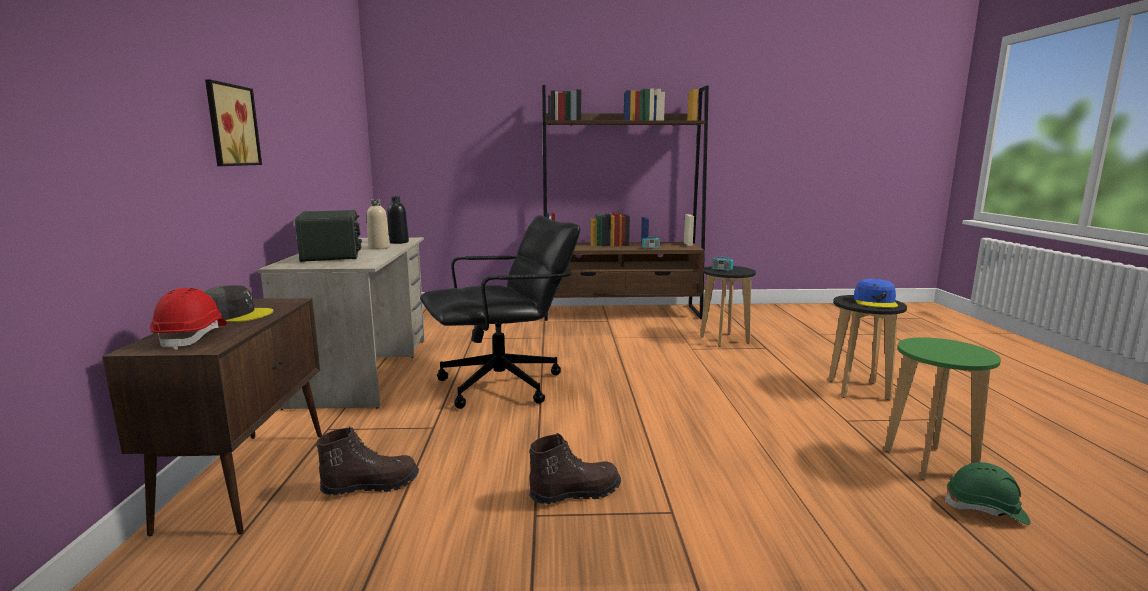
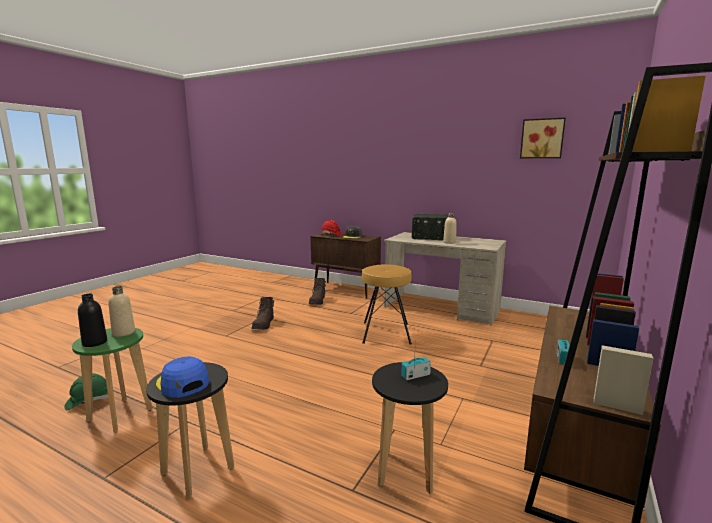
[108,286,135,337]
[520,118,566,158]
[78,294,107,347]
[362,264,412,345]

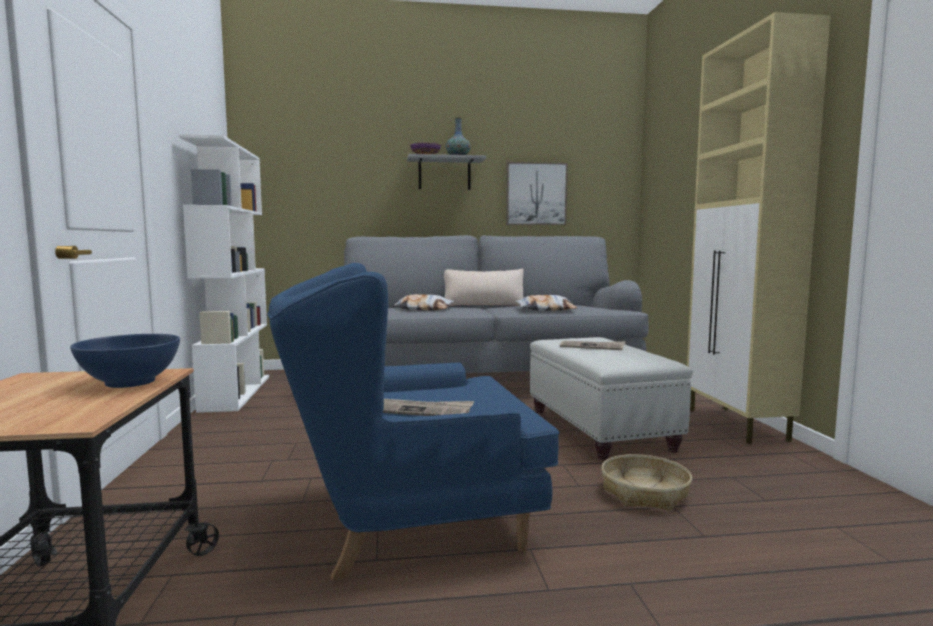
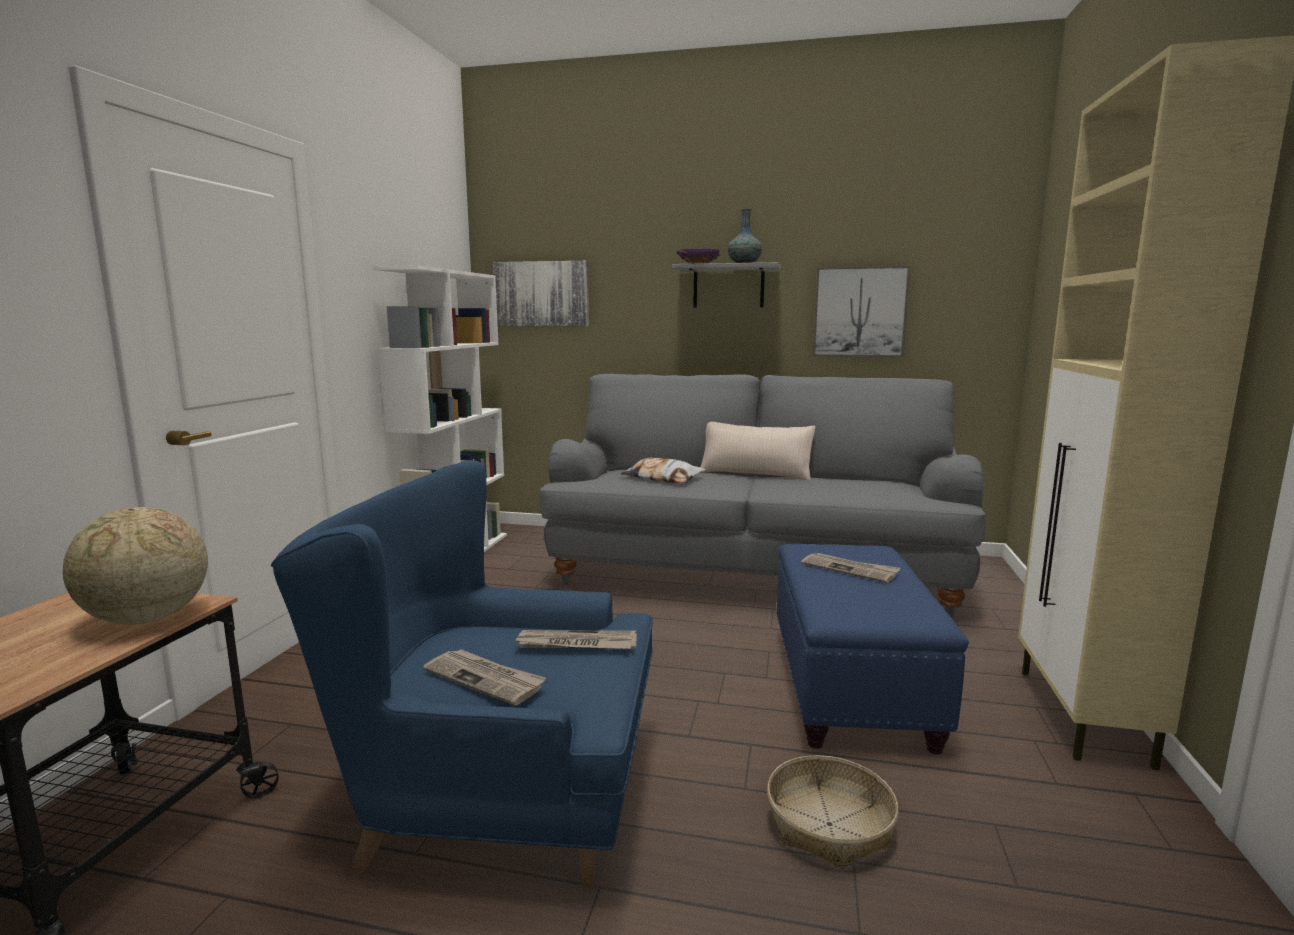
[515,295,577,311] (first image)
[493,261,589,326]
[514,630,637,649]
[63,507,208,624]
[776,544,969,754]

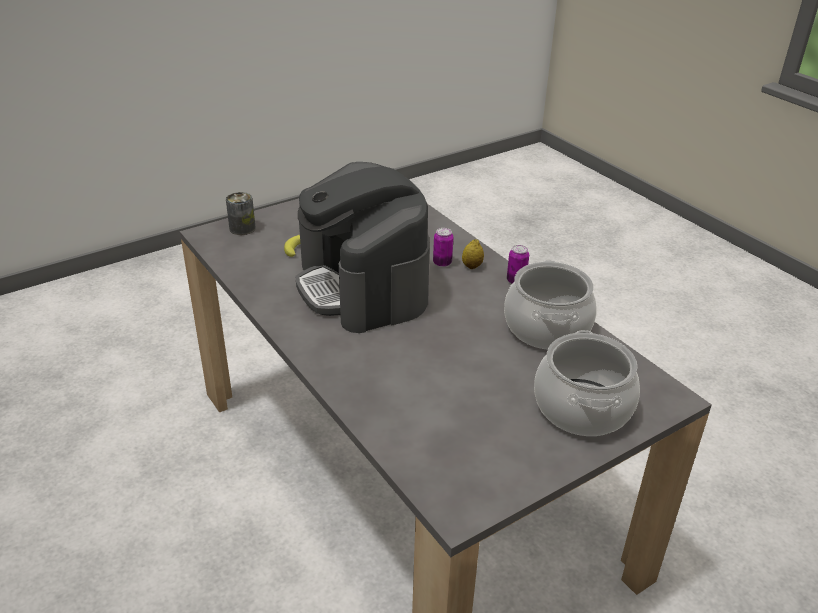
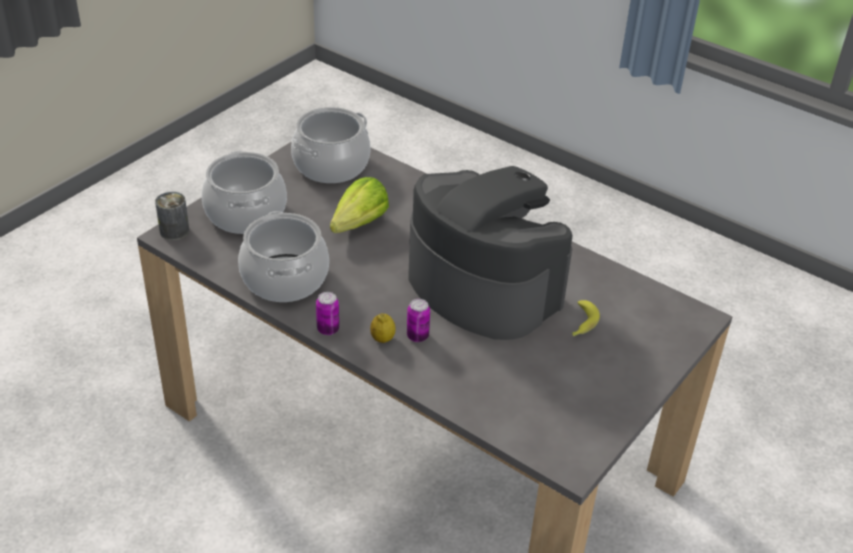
[291,107,370,183]
[330,177,389,233]
[155,192,189,240]

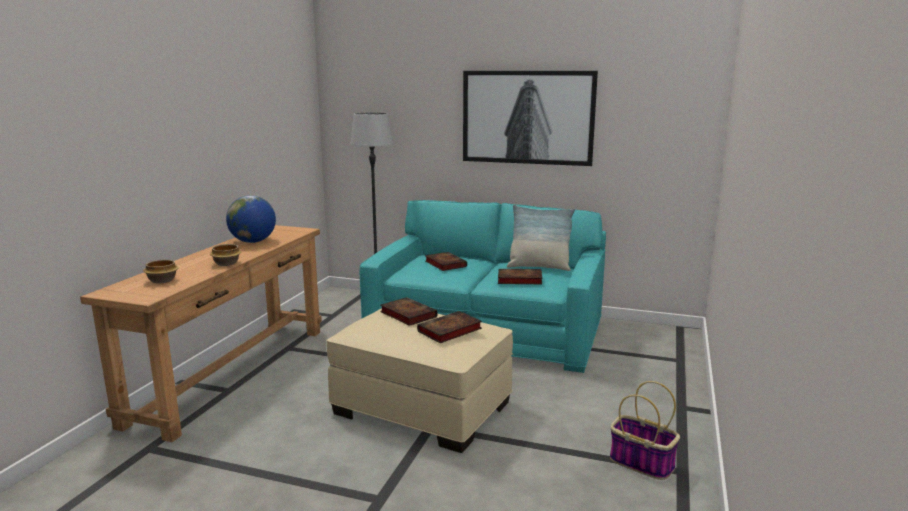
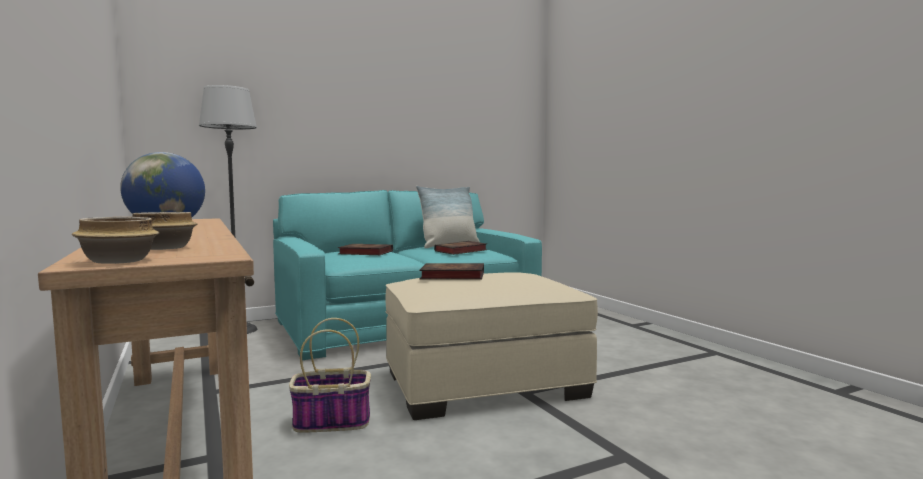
[417,311,482,343] (first image)
[463,71,598,166] (first image)
[72,217,159,264]
[289,318,371,433]

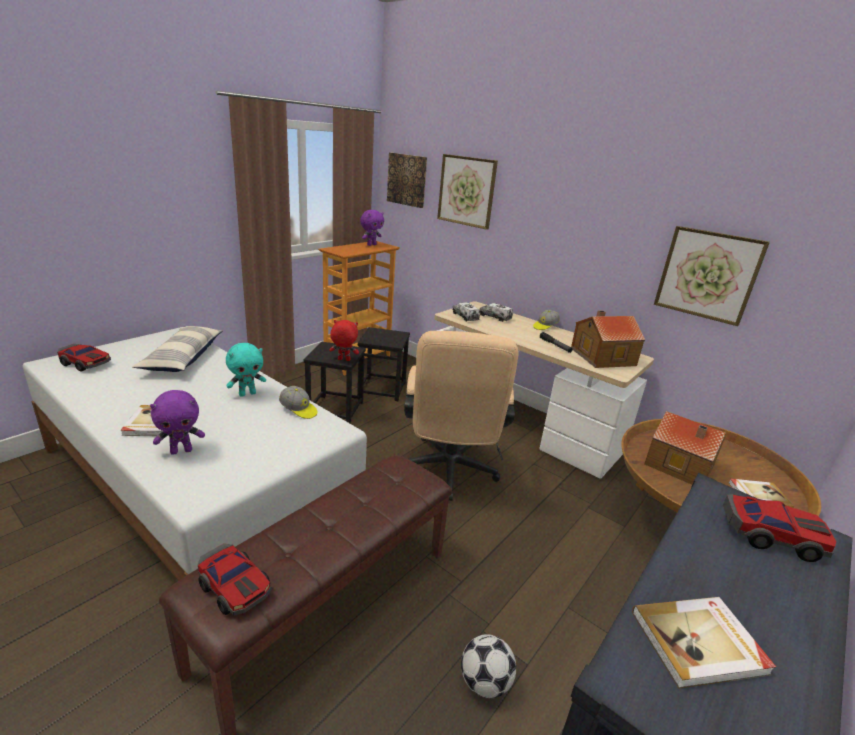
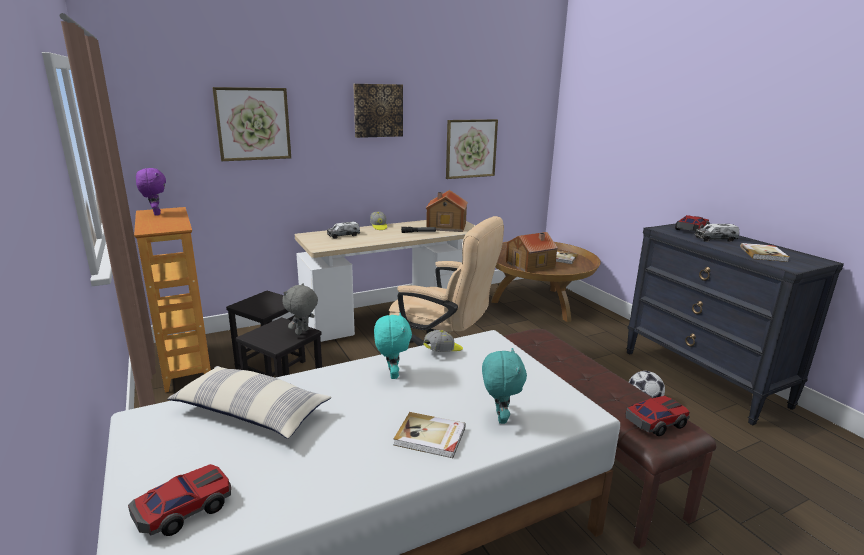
[353,84,403,138]
[694,224,739,242]
[482,348,527,424]
[282,283,318,335]

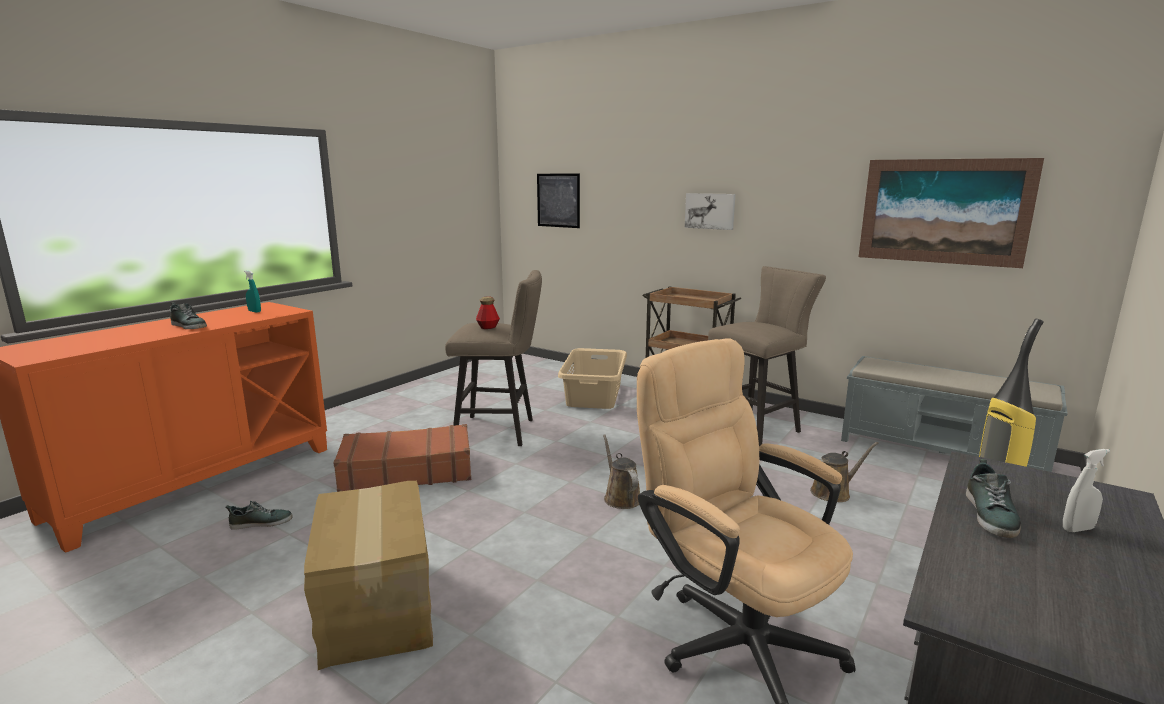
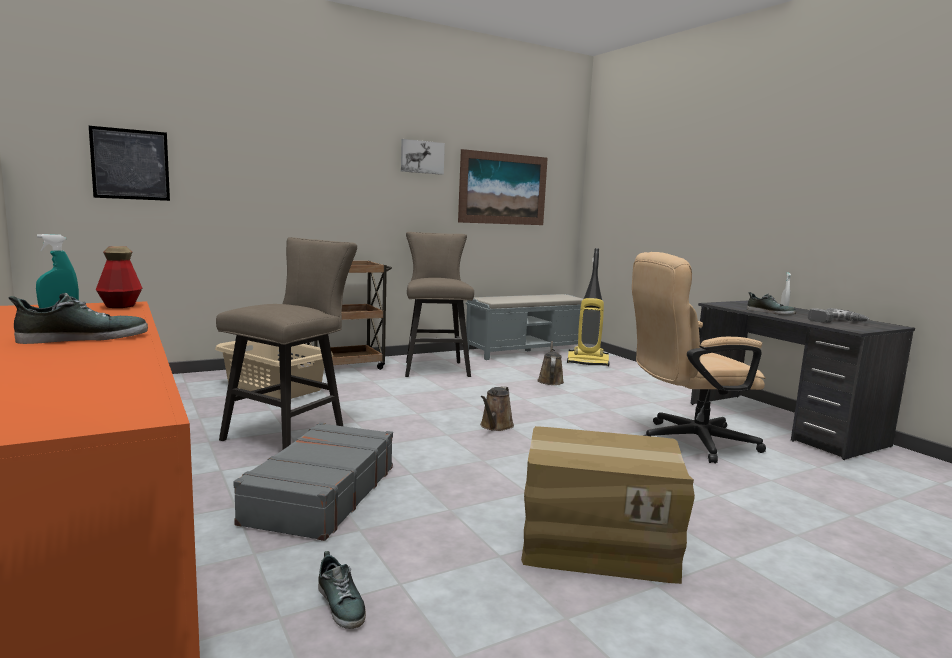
[808,308,869,323]
[96,246,142,308]
[401,139,445,175]
[233,422,393,541]
[318,551,366,629]
[480,386,514,431]

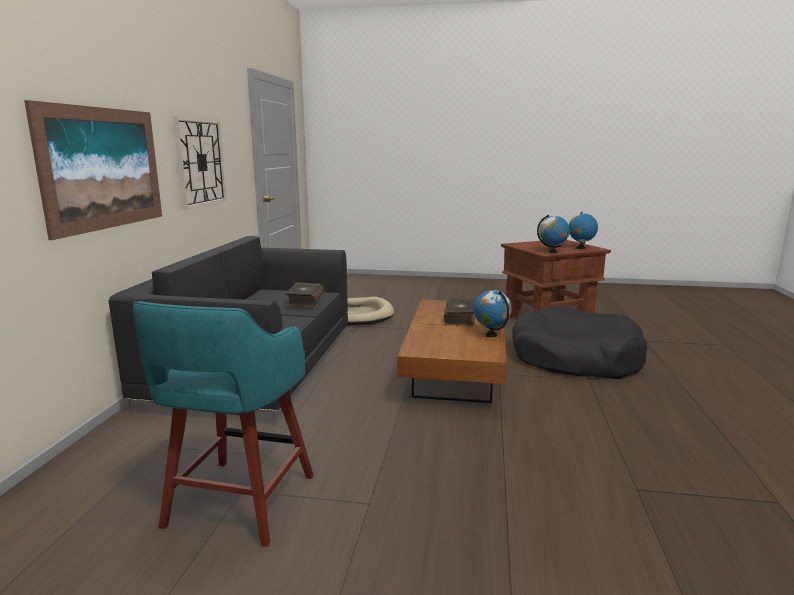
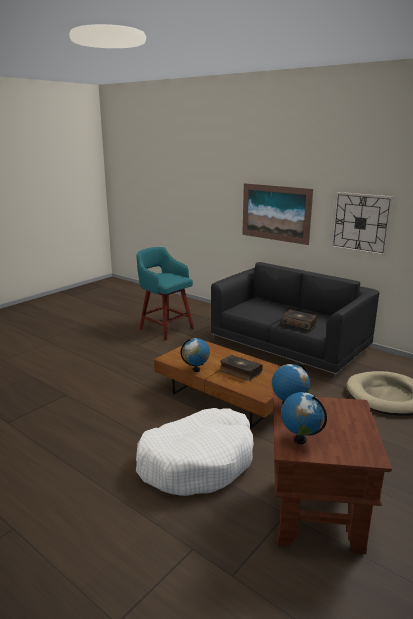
[136,408,254,496]

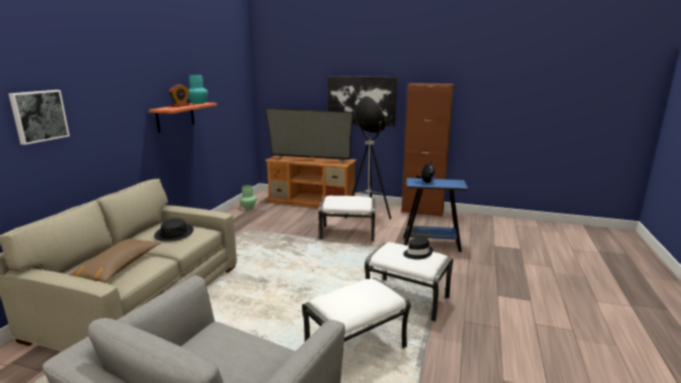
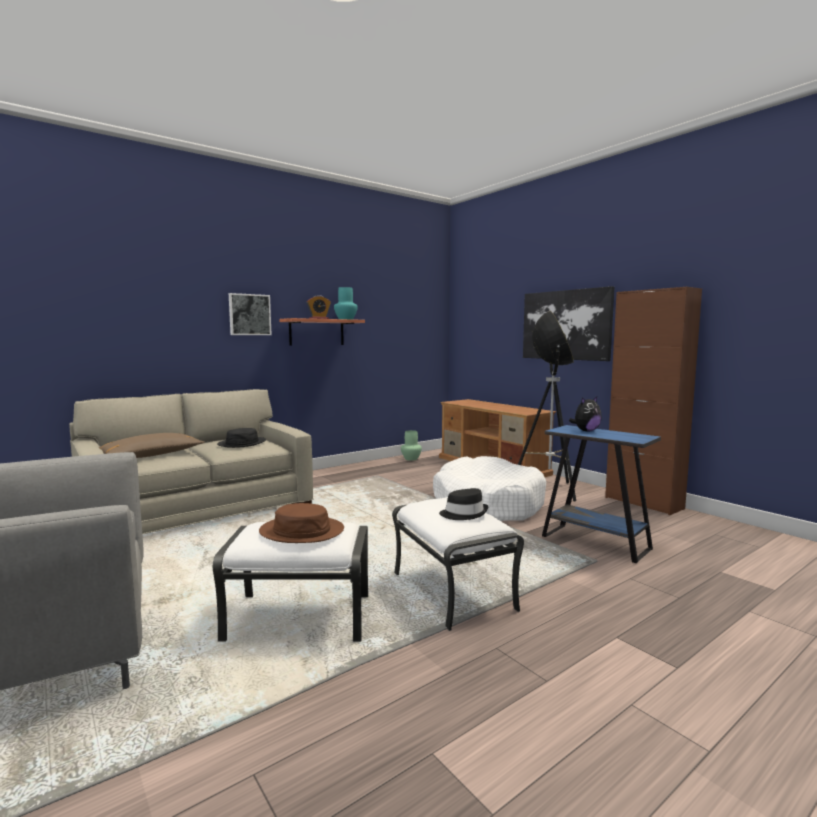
[265,108,354,164] (first image)
[259,503,344,543]
[229,293,272,335]
[433,456,546,521]

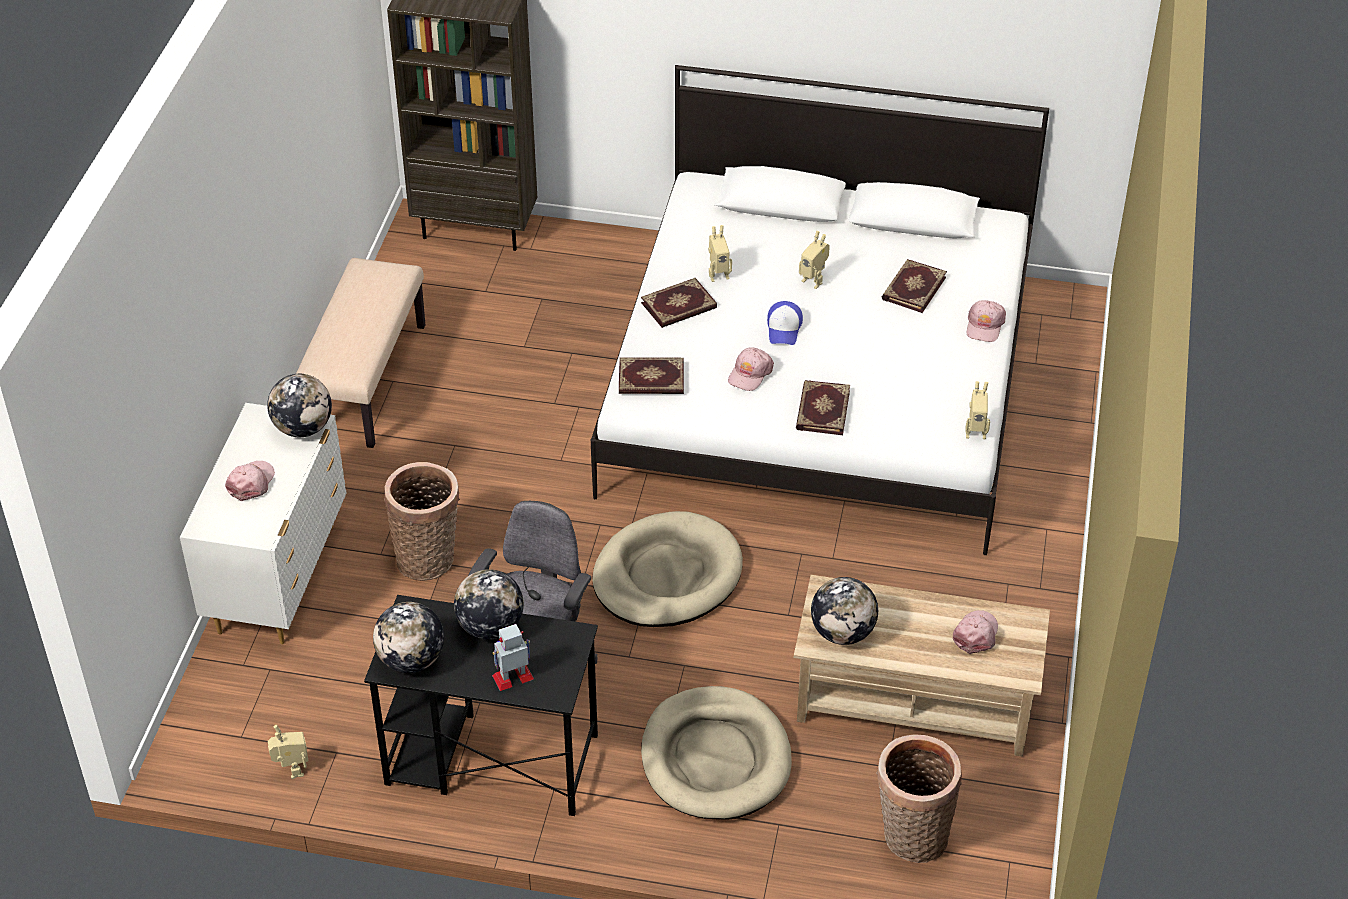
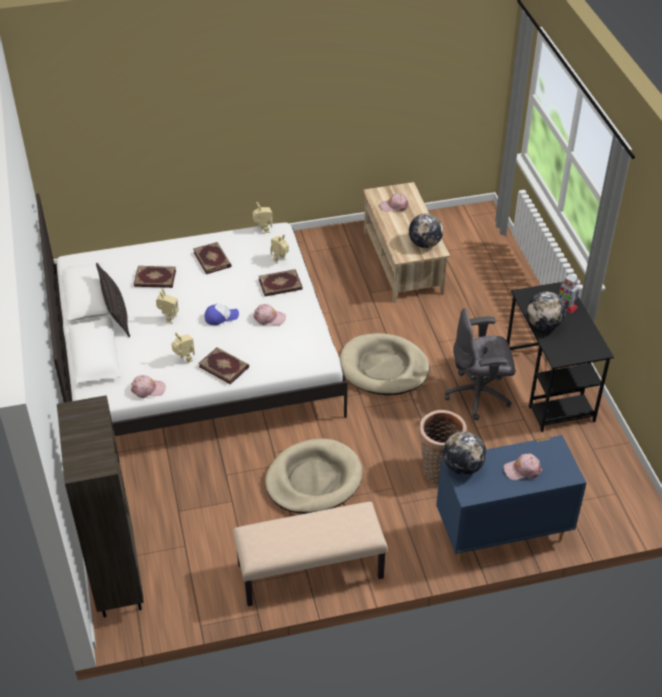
[373,602,444,673] (first image)
[876,734,962,863] (first image)
[96,263,130,337]
[270,234,289,264]
[193,242,232,274]
[265,439,362,514]
[131,375,166,398]
[436,435,587,562]

